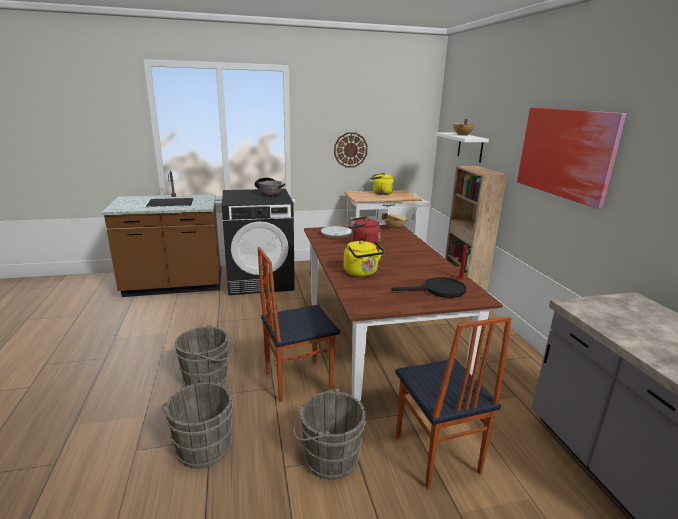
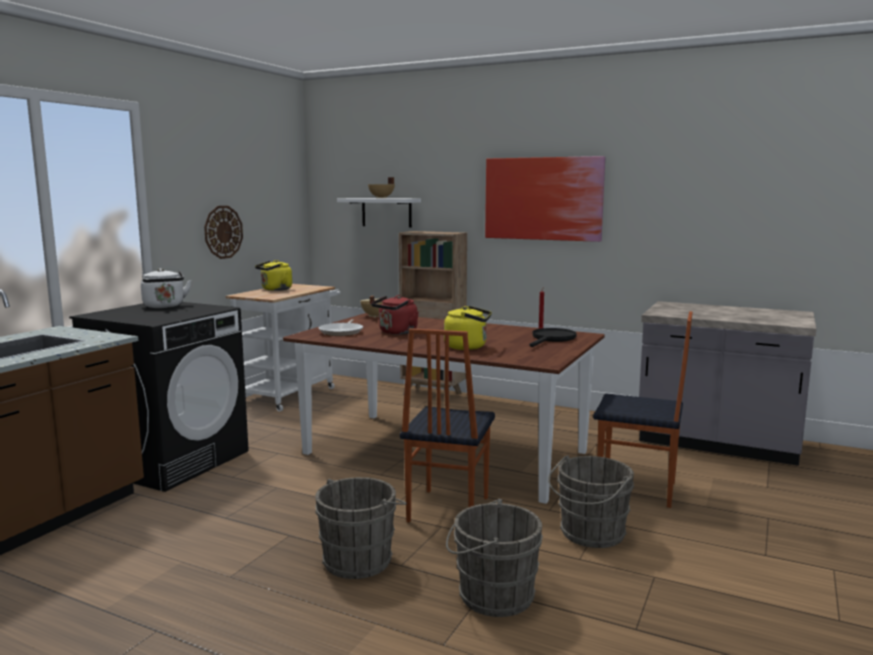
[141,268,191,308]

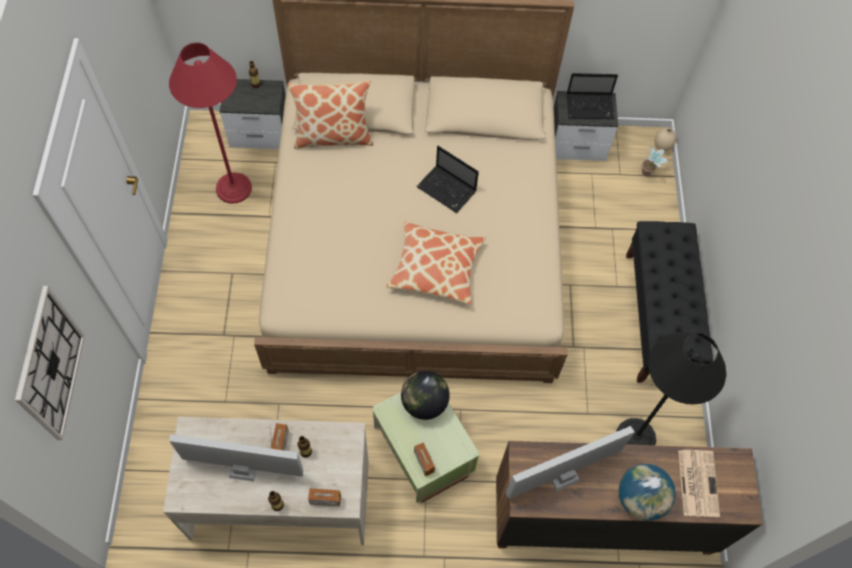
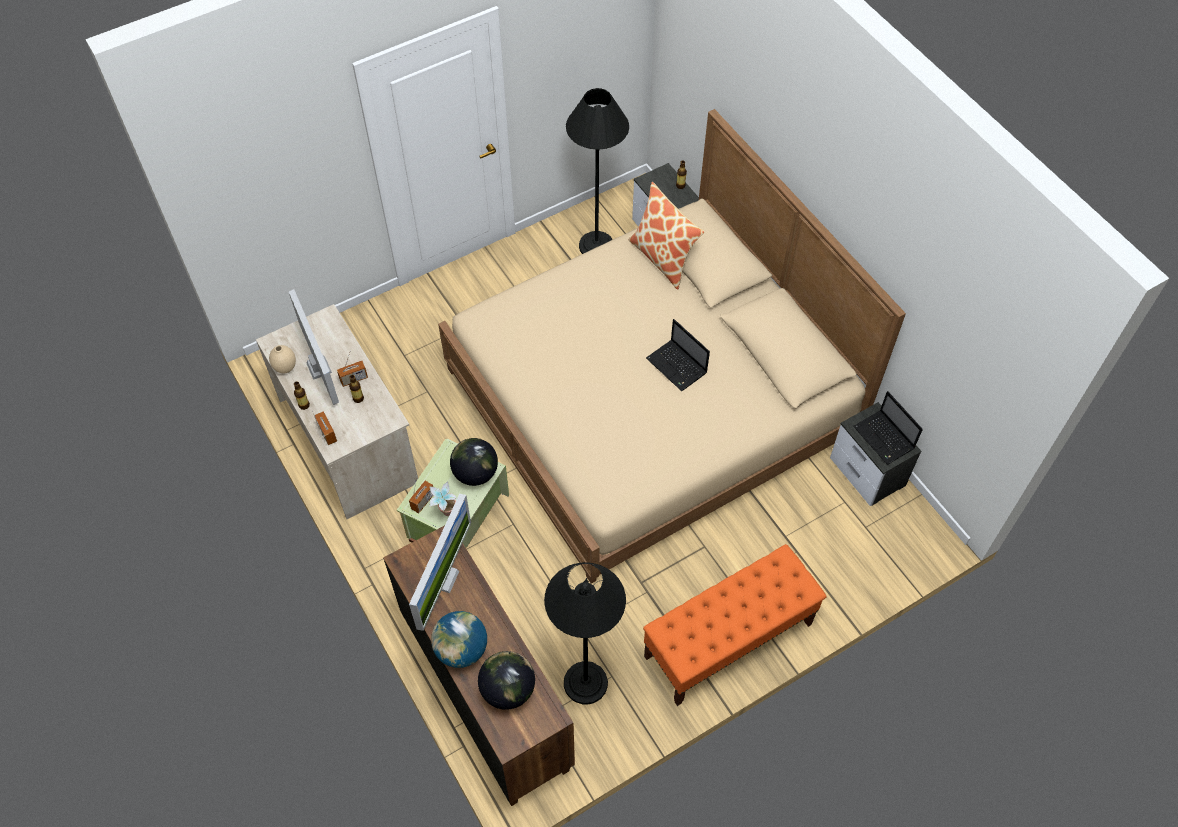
[15,286,85,440] (first image)
[386,222,486,305] (first image)
[429,481,457,516]
[269,345,296,373]
[478,651,535,710]
[566,88,629,254]
[643,544,827,706]
[646,319,710,391]
[409,494,471,631]

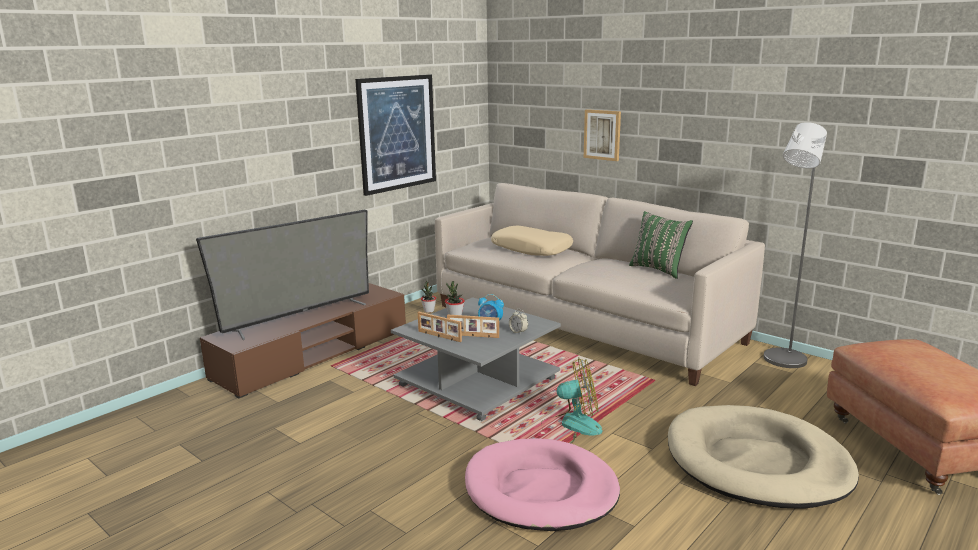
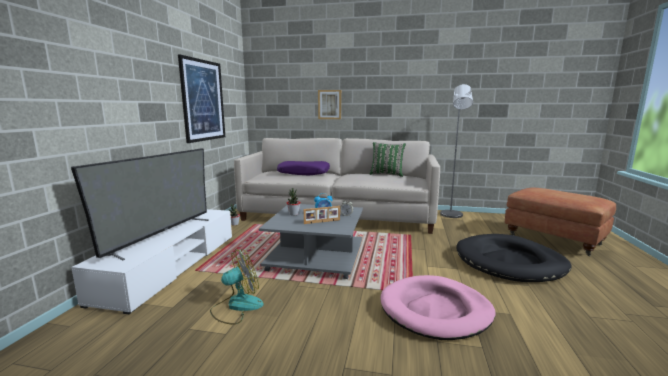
[418,312,462,342] (first image)
[210,248,263,325]
[71,209,232,314]
[277,161,330,175]
[456,234,572,282]

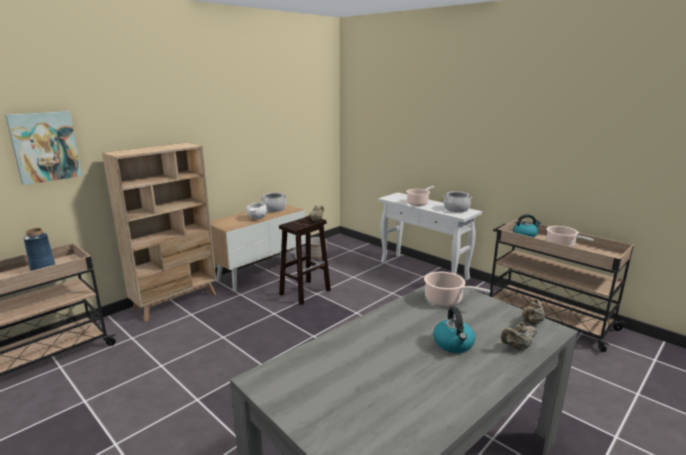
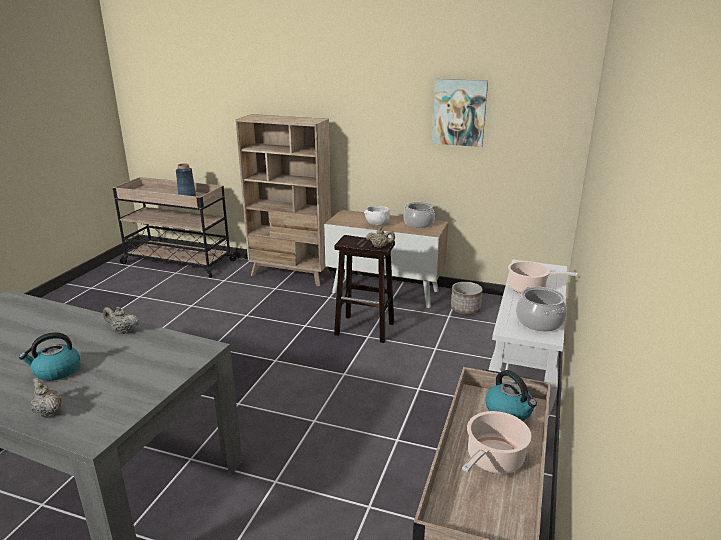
[424,271,491,306] (first image)
[432,79,488,147]
[103,307,139,334]

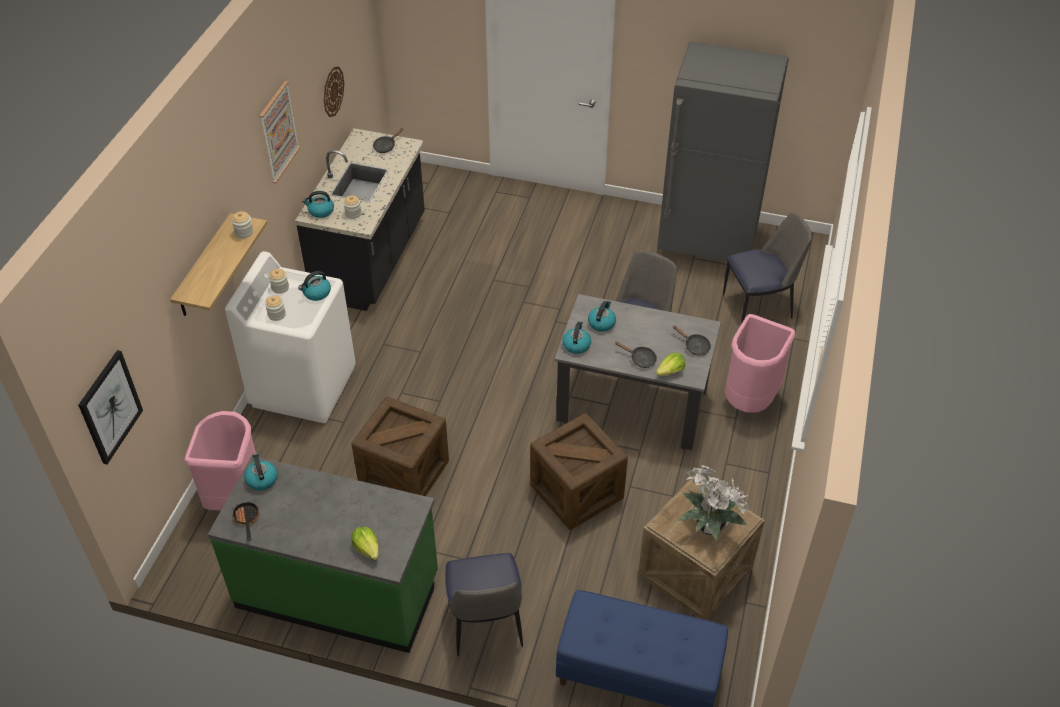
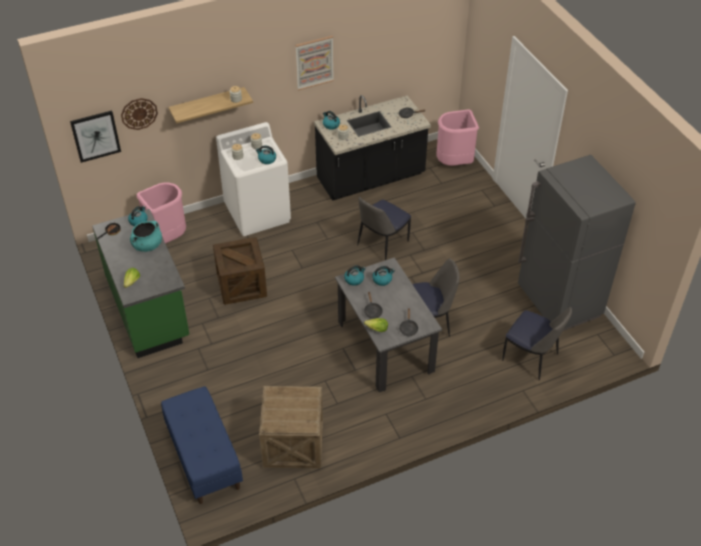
[530,413,628,530] (first image)
[677,465,750,541] (first image)
[130,221,162,252]
[121,98,158,130]
[357,197,411,260]
[436,109,479,166]

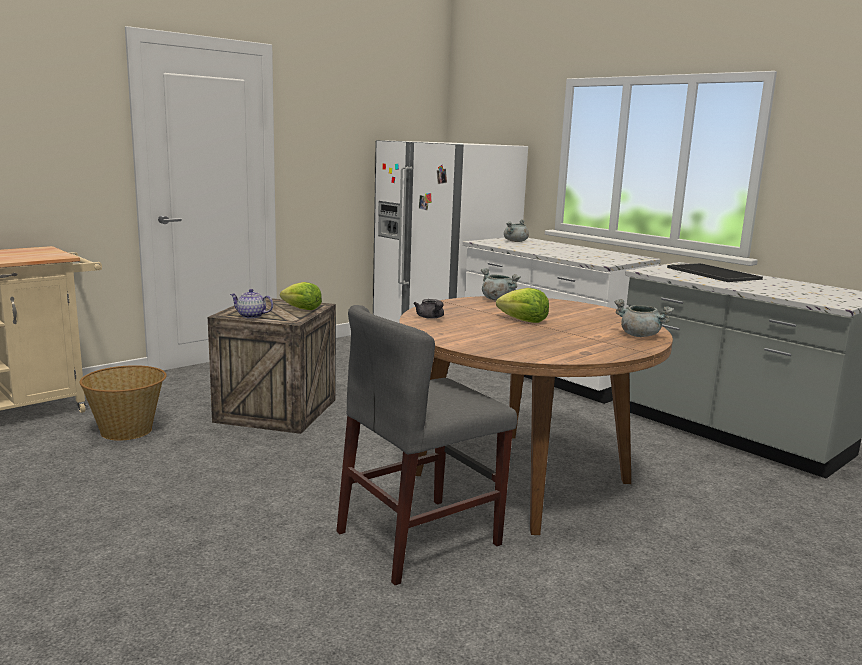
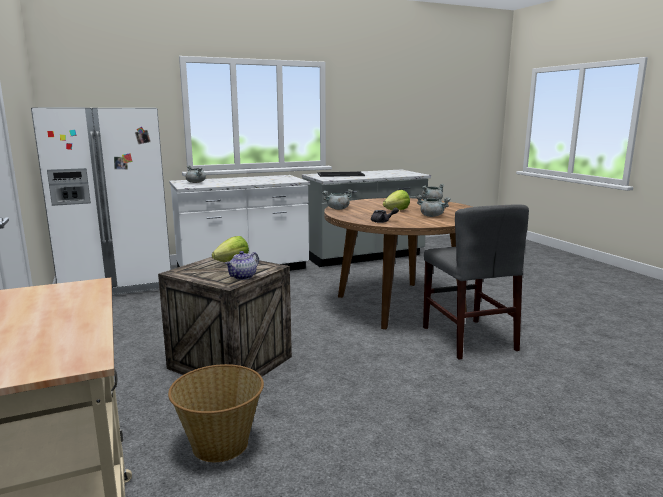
[416,195,451,217]

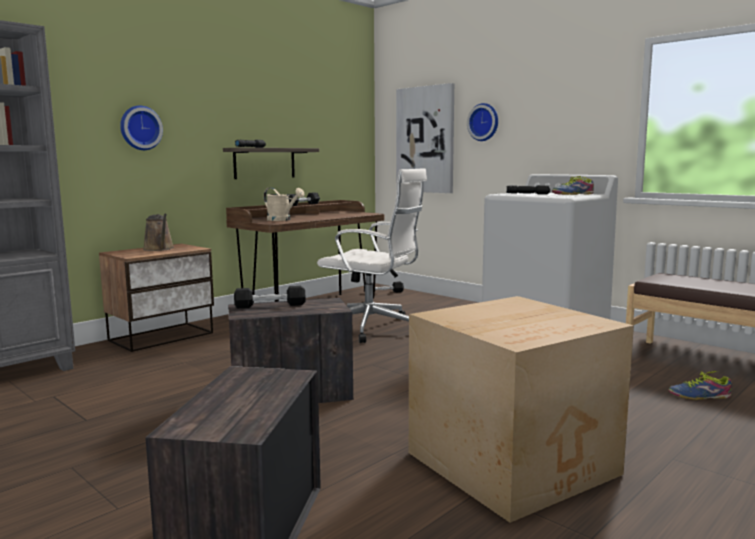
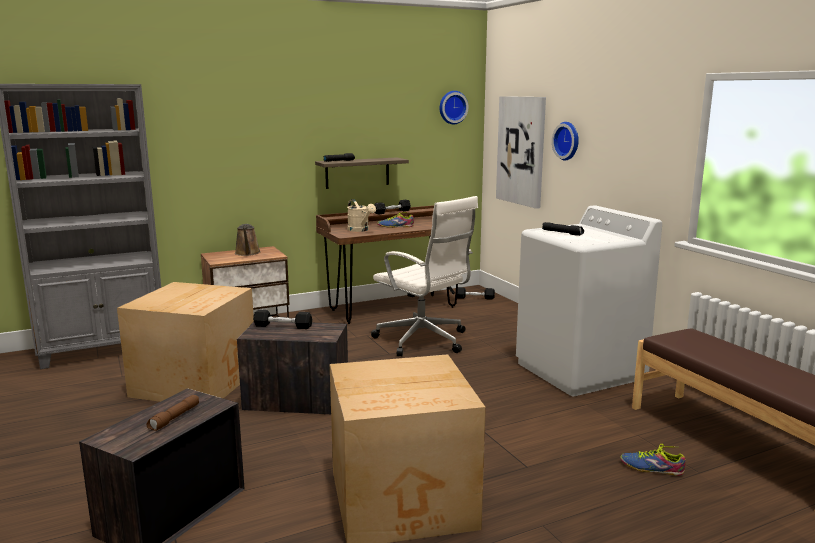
[117,282,254,402]
[146,395,199,431]
[440,91,468,124]
[377,212,414,228]

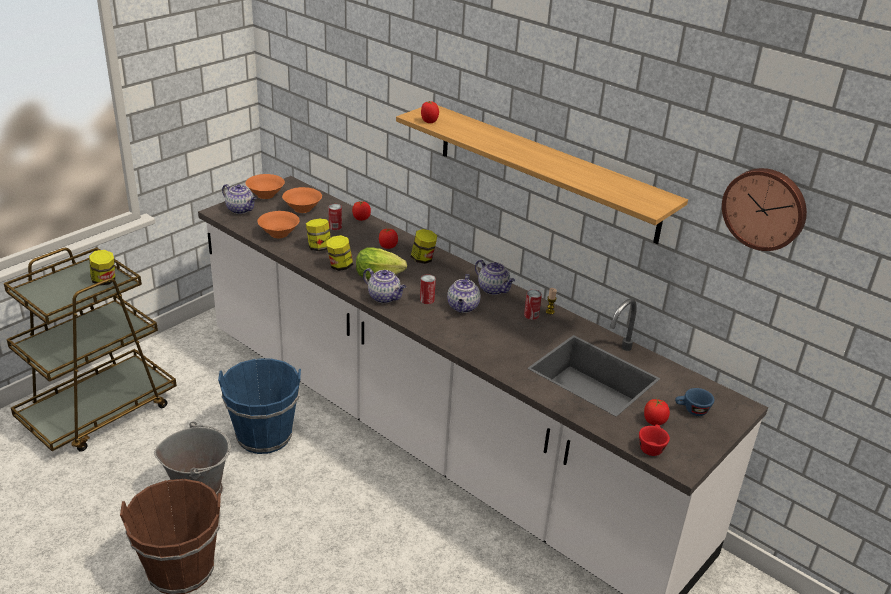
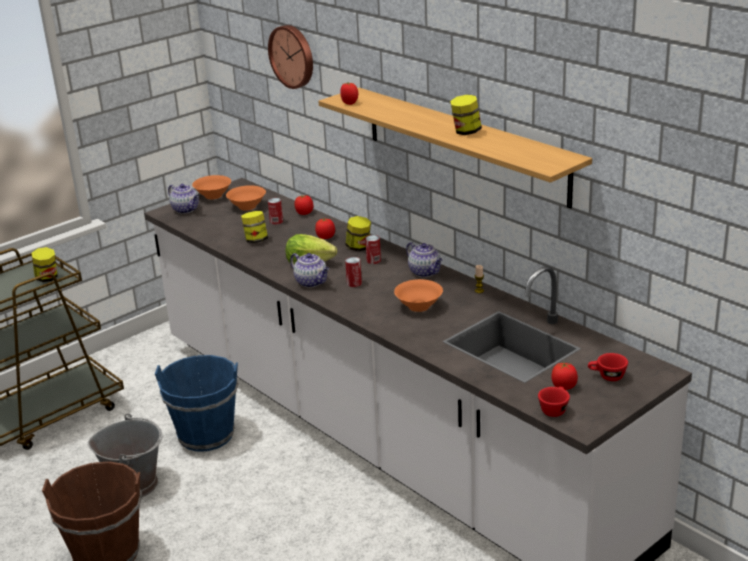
[447,274,481,313] (first image)
[394,279,443,312]
[450,94,482,135]
[365,235,381,264]
[268,25,313,89]
[588,353,628,381]

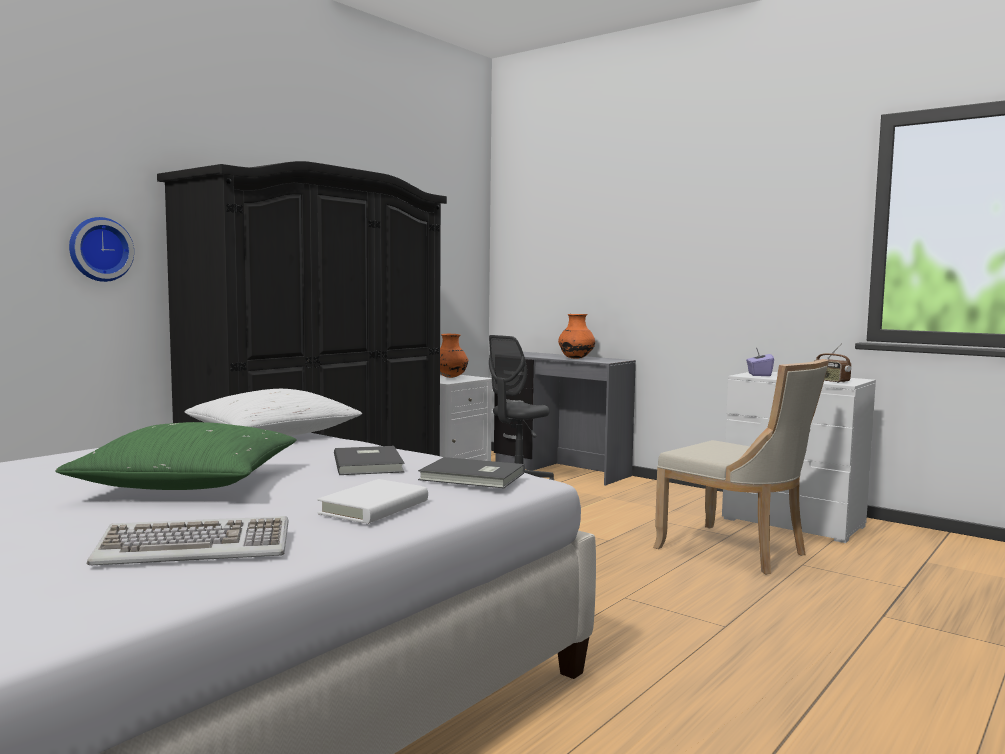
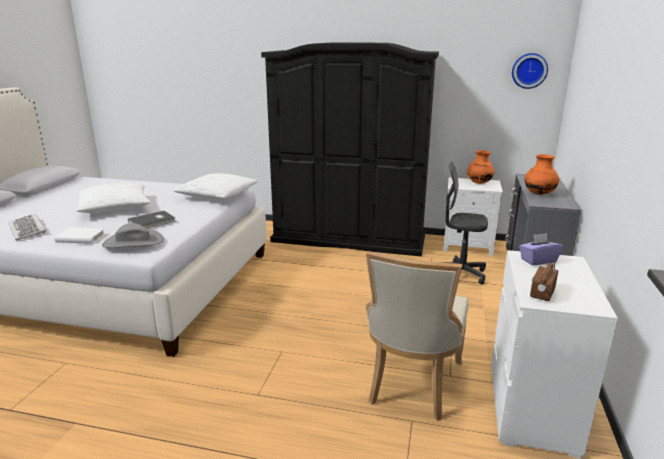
[512,53,548,89]
[102,223,164,248]
[76,183,151,213]

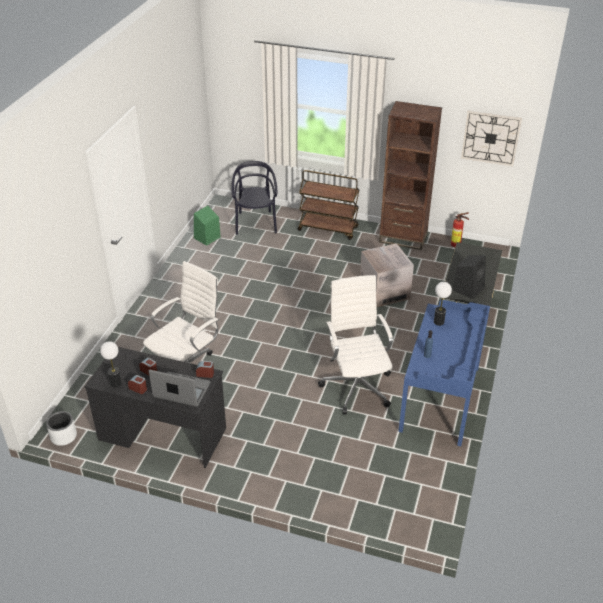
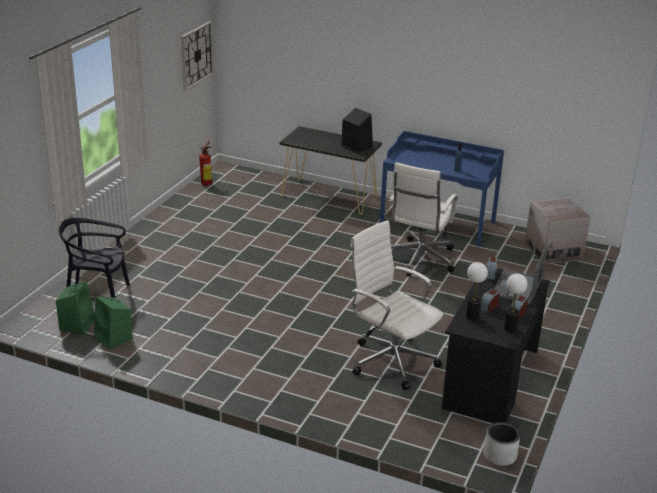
[297,170,359,240] (first image)
[379,101,442,250] (first image)
[56,281,95,335]
[525,197,591,264]
[466,262,488,321]
[389,162,457,276]

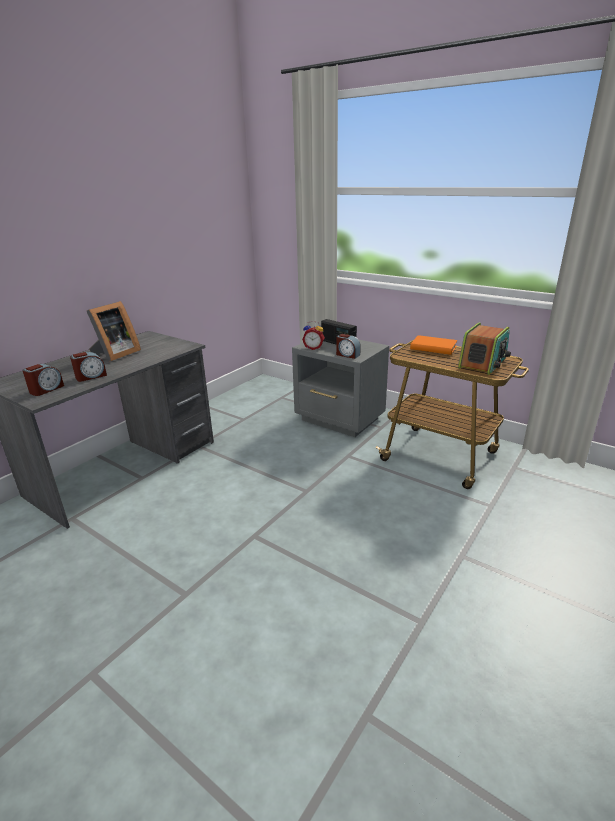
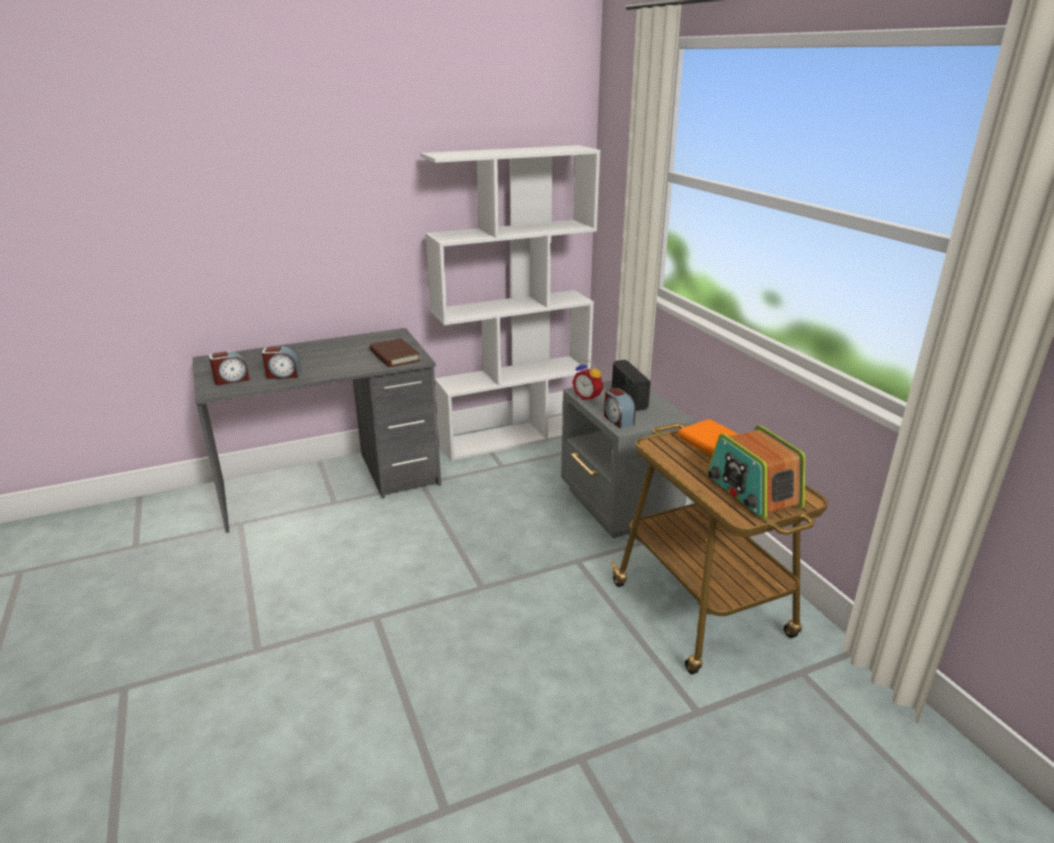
[87,301,141,362] (first image)
[370,338,420,367]
[420,145,600,461]
[707,425,805,519]

